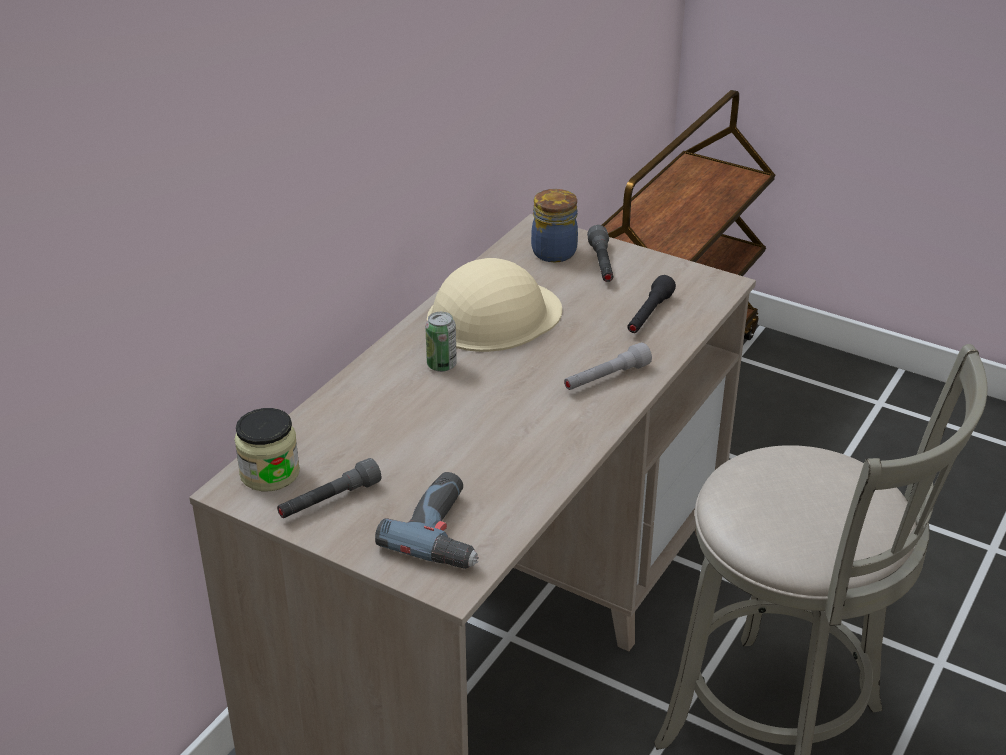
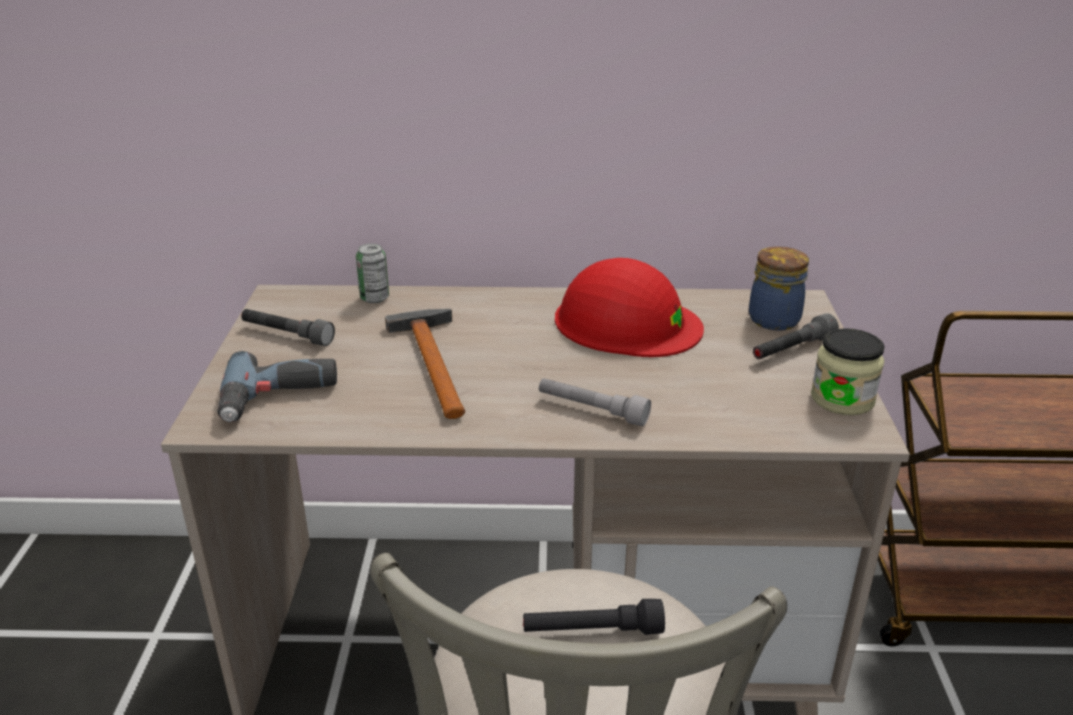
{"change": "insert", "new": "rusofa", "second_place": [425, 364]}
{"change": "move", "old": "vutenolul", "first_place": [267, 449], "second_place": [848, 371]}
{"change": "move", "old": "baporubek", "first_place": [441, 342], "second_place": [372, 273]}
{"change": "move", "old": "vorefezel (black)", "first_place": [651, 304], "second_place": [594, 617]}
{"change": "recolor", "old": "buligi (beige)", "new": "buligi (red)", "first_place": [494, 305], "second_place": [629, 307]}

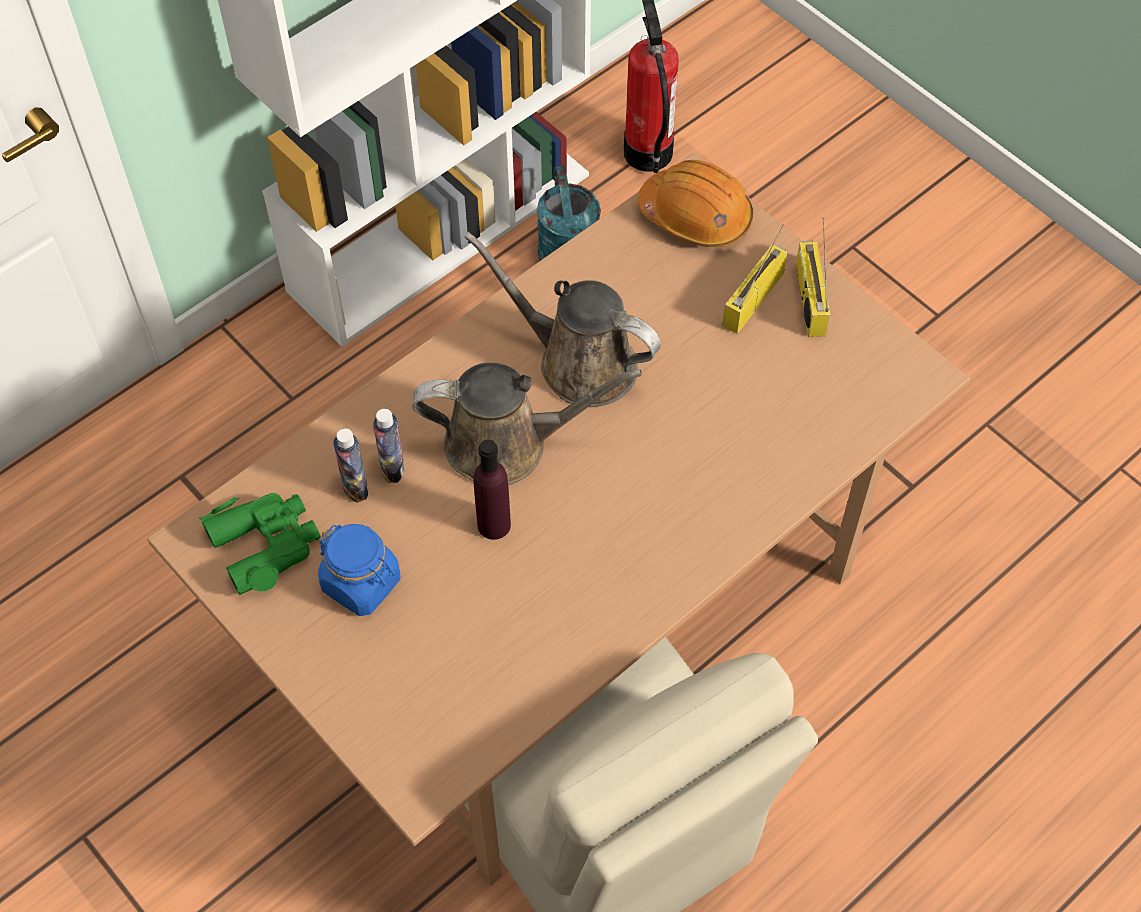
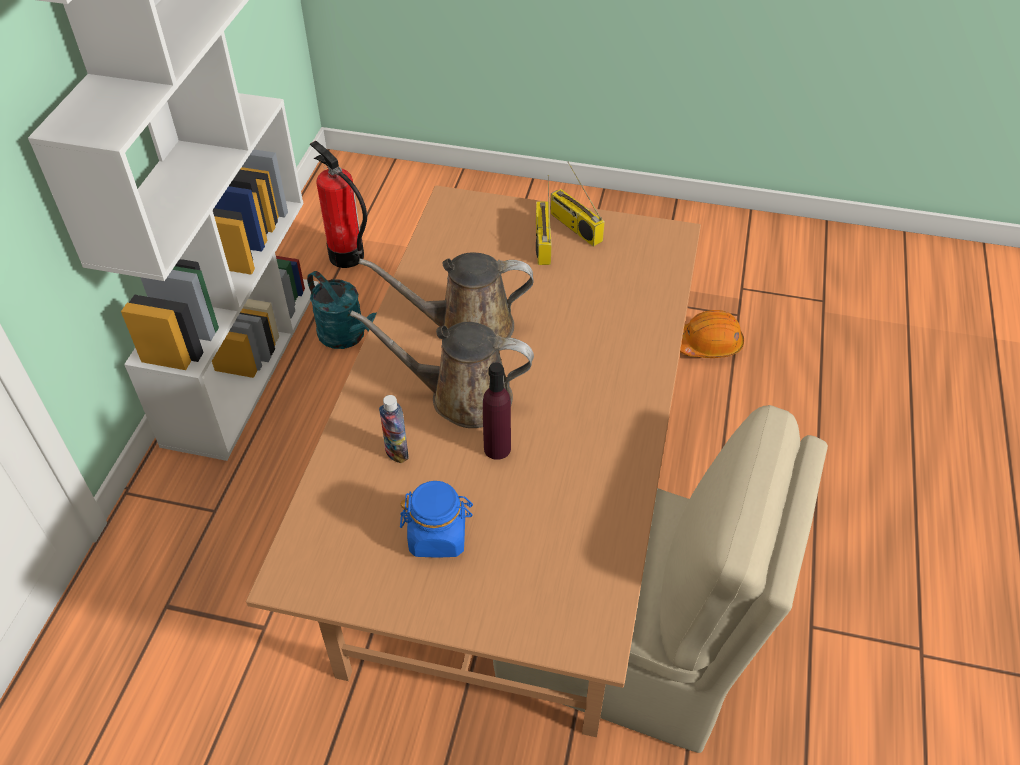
{"change": "delete", "old": "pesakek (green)", "first_place": [260, 544]}
{"change": "delete", "old": "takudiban", "first_place": [350, 465]}
{"change": "move", "old": "buligi (orange)", "first_place": [695, 203], "second_place": [712, 334]}
{"change": "rotate", "old": "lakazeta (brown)", "first_place": [527, 424], "second_place": [442, 369], "degrees": -135}

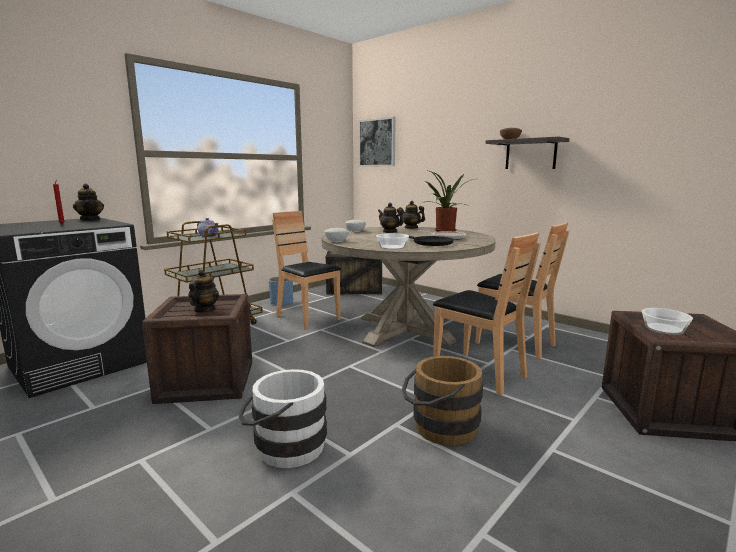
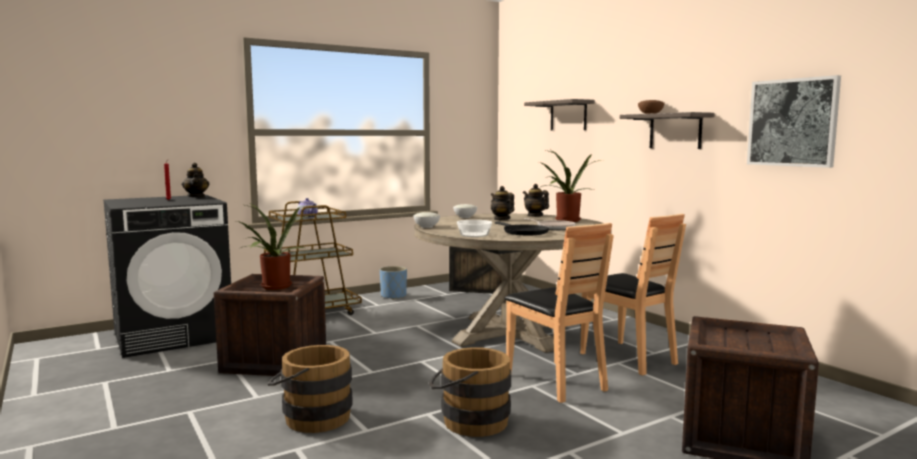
{"change": "delete", "old": "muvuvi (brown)", "first_place": [306, 270]}
{"change": "delete", "old": "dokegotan", "first_place": [667, 321]}
{"change": "insert", "new": "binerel", "second_place": [559, 115]}
{"change": "move", "old": "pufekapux", "first_place": [377, 142], "second_place": [794, 121]}
{"change": "replace", "old": "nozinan", "new": "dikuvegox", "first_place": [203, 291], "second_place": [275, 246]}
{"change": "recolor", "old": "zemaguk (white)", "new": "zemaguk (brown)", "first_place": [282, 418], "second_place": [310, 389]}

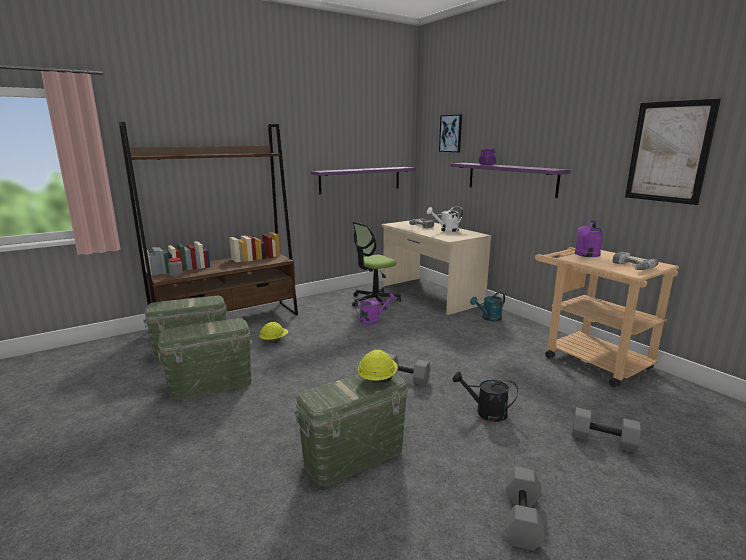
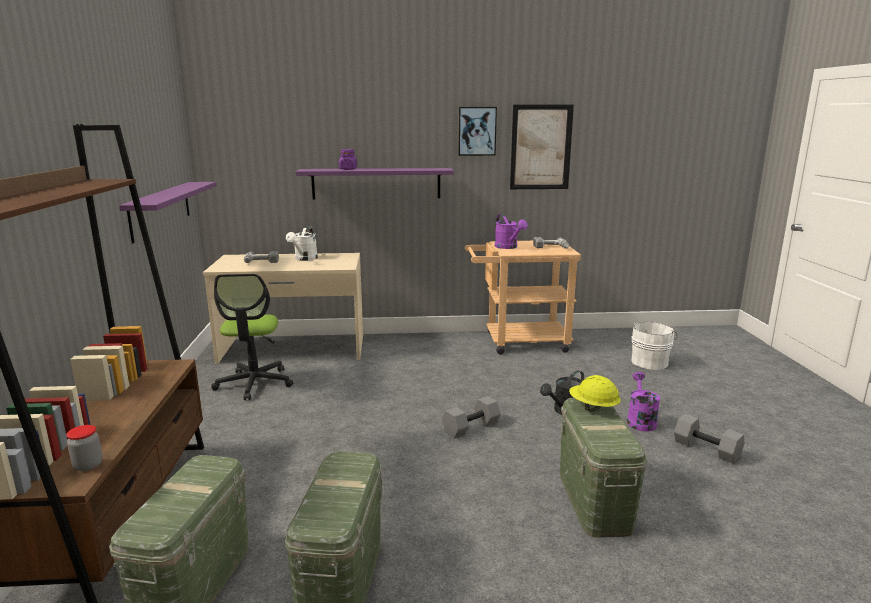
{"change": "delete", "old": "buligi (yellow)", "first_place": [273, 332]}
{"change": "delete", "old": "lakazeta (turquoise)", "first_place": [487, 306]}
{"change": "delete", "old": "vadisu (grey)", "first_place": [606, 430]}
{"change": "insert", "new": "zemaguk (white)", "second_place": [654, 346]}
{"change": "move", "old": "lakazeta (purple)", "first_place": [375, 309], "second_place": [643, 402]}
{"change": "move", "old": "pufekapux", "first_place": [450, 133], "second_place": [477, 131]}

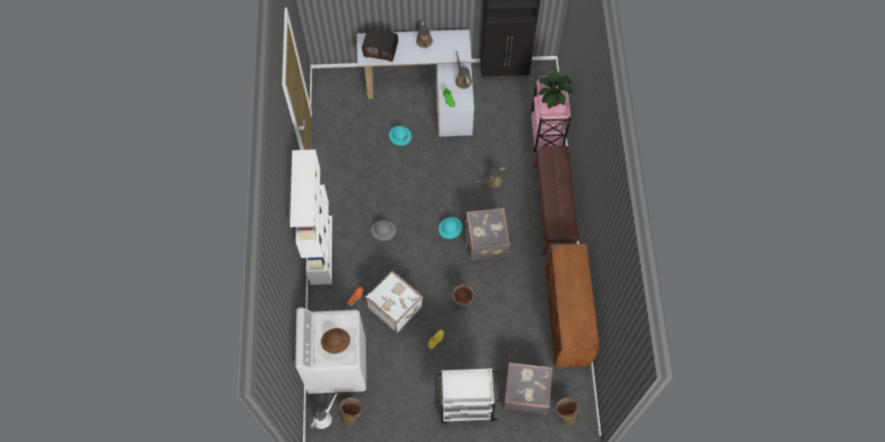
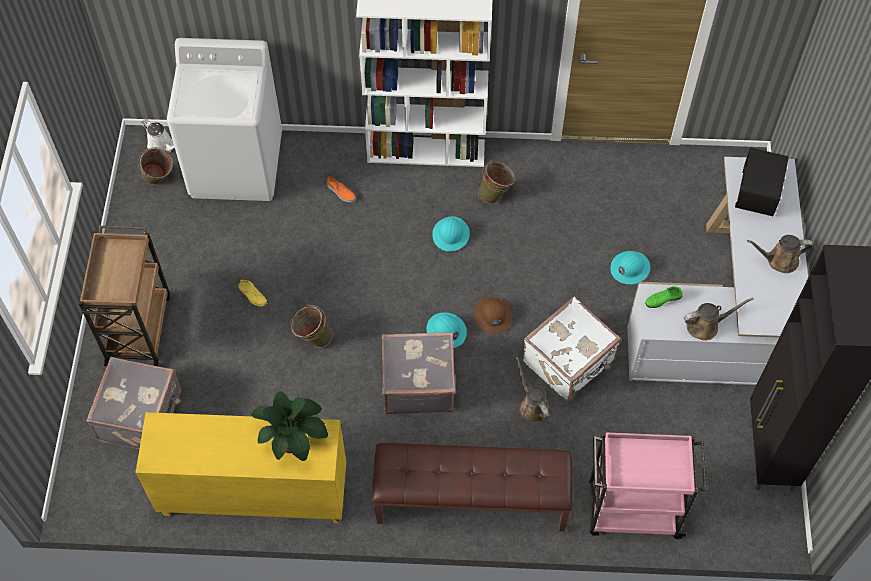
{"change": "move", "old": "buligi (brown)", "first_place": [335, 341], "second_place": [493, 315]}
{"change": "move", "old": "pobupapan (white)", "first_place": [394, 301], "second_place": [572, 349]}
{"change": "move", "old": "dikuvegox", "first_place": [556, 88], "second_place": [289, 426]}
{"change": "move", "old": "zemaguk (green)", "first_place": [568, 412], "second_place": [497, 182]}
{"change": "recolor", "old": "buligi (grey)", "new": "buligi (turquoise)", "first_place": [383, 230], "second_place": [451, 233]}
{"change": "recolor", "old": "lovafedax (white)", "new": "lovafedax (brown)", "first_place": [468, 395], "second_place": [124, 296]}
{"change": "recolor", "old": "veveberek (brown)", "new": "veveberek (yellow)", "first_place": [572, 306], "second_place": [240, 467]}

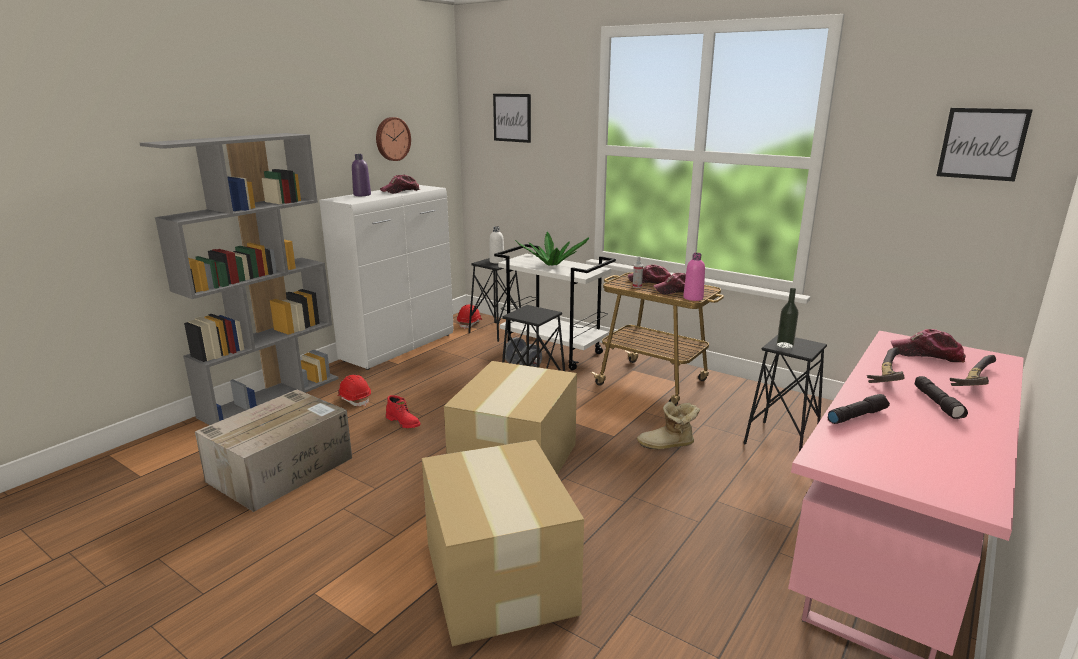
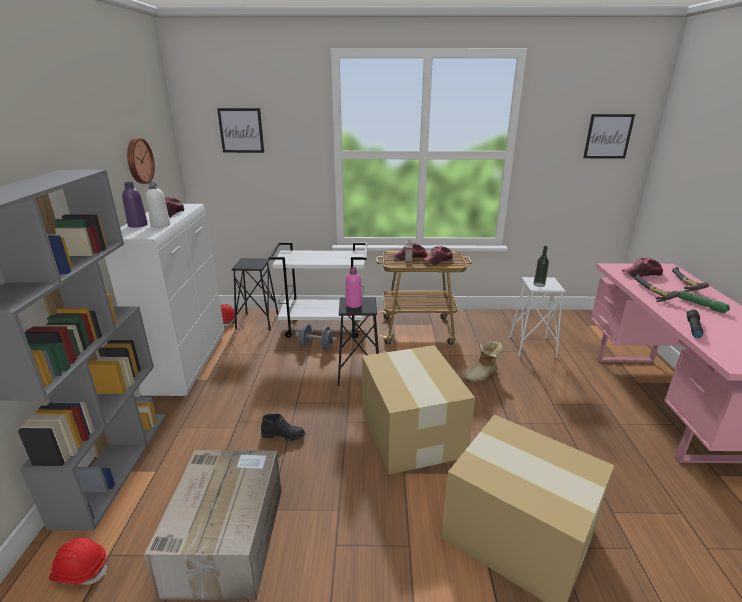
{"change": "delete", "old": "dikuvegox", "first_place": [552, 248]}
{"change": "move", "old": "buligi (red)", "first_place": [354, 390], "second_place": [78, 561]}
{"change": "move", "old": "takudiban (white)", "first_place": [497, 244], "second_place": [158, 205]}
{"change": "move", "old": "takudiban (pink)", "first_place": [694, 277], "second_place": [354, 287]}
{"change": "recolor", "old": "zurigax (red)", "new": "zurigax (black)", "first_place": [403, 411], "second_place": [283, 427]}
{"change": "recolor", "old": "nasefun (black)", "new": "nasefun (white)", "first_place": [785, 393], "second_place": [537, 317]}
{"change": "recolor", "old": "vorefezel (black)", "new": "vorefezel (green)", "first_place": [941, 397], "second_place": [704, 302]}

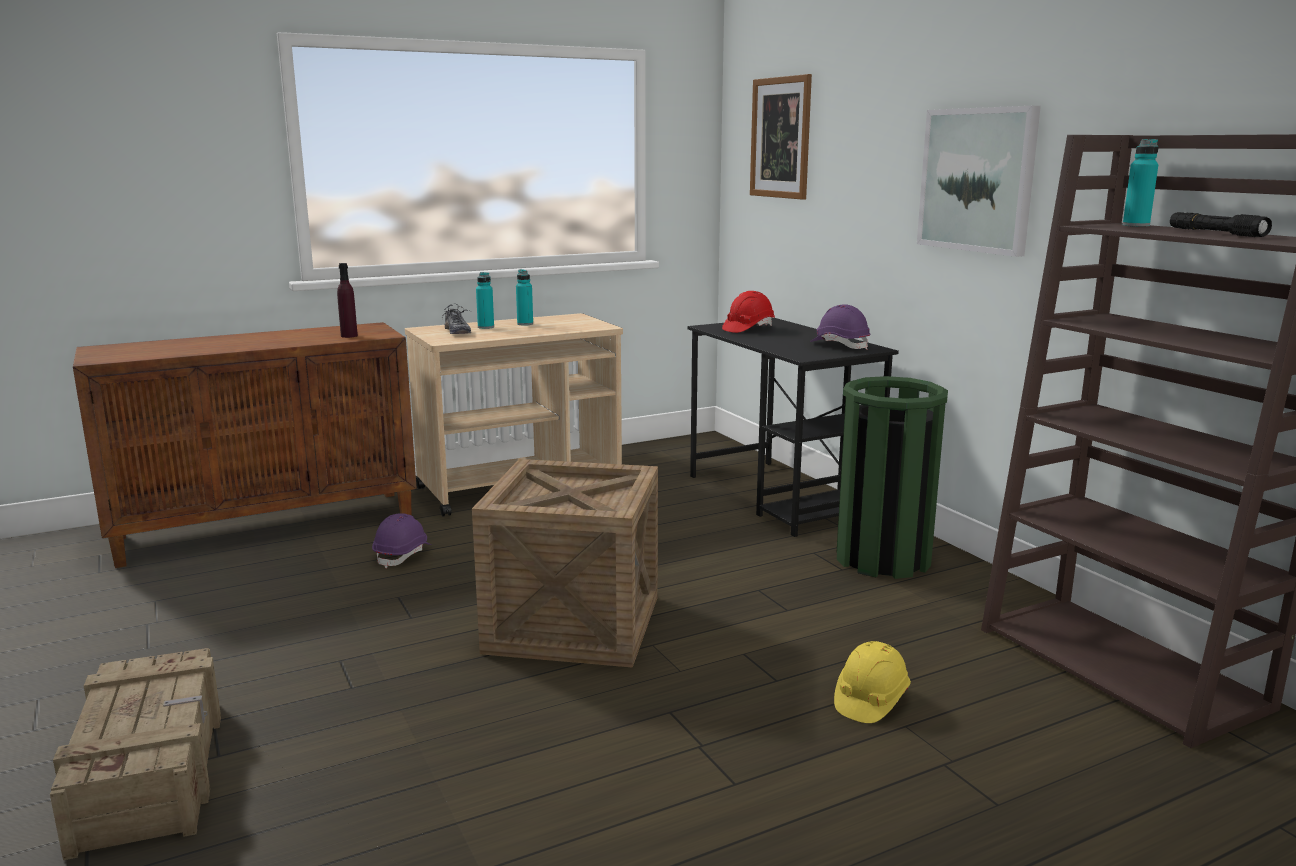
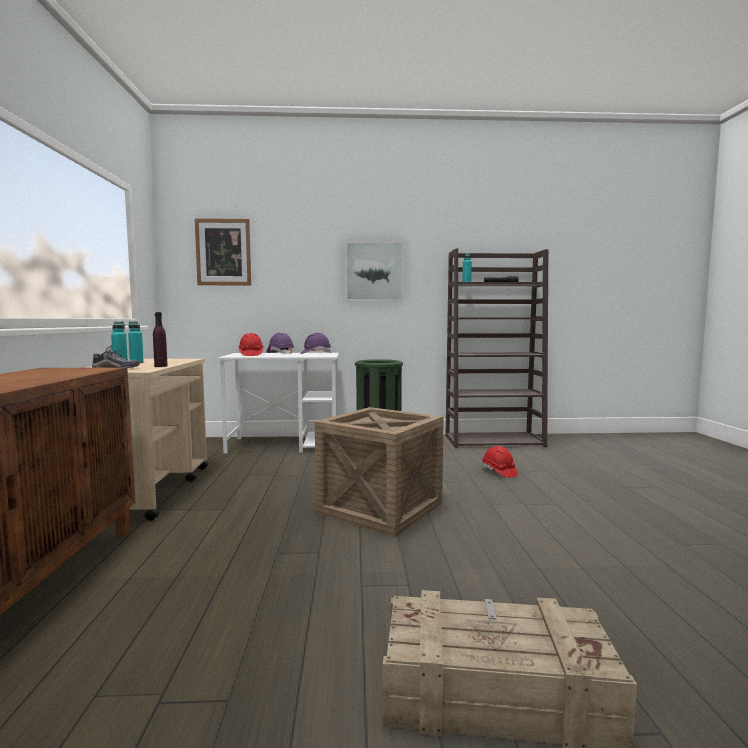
{"change": "move", "old": "takudiban (purple)", "first_place": [347, 300], "second_place": [160, 339]}
{"change": "move", "old": "buligi (purple)", "first_place": [402, 540], "second_place": [280, 344]}
{"change": "recolor", "old": "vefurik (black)", "new": "vefurik (white)", "first_place": [793, 427], "second_place": [278, 403]}
{"change": "recolor", "old": "buligi (yellow)", "new": "buligi (red)", "first_place": [872, 682], "second_place": [500, 462]}

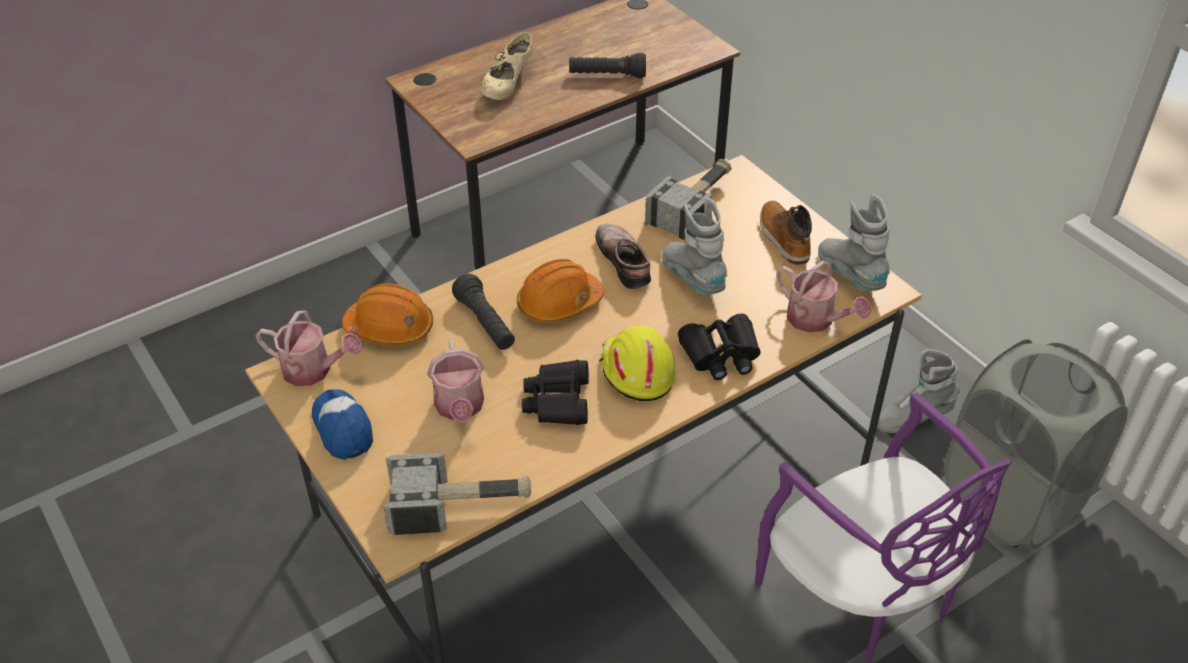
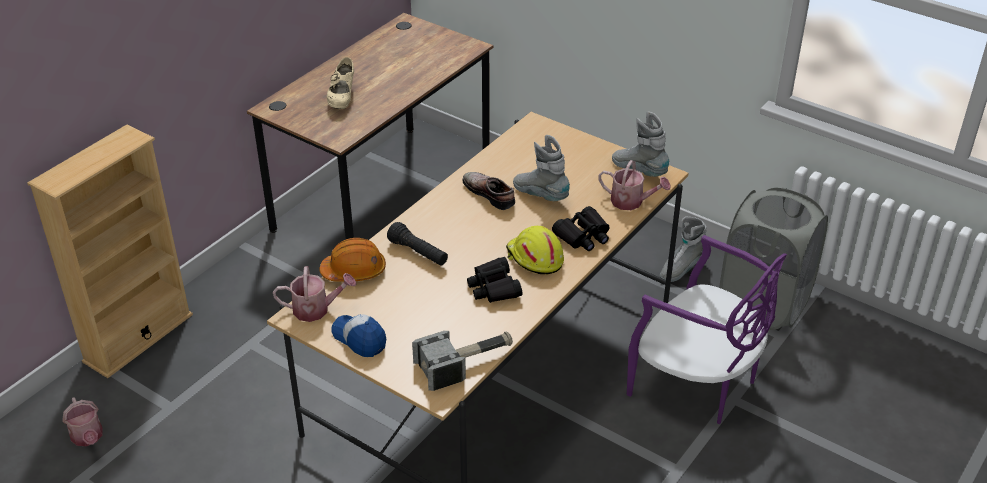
{"change": "delete", "old": "buligi (orange)", "first_place": [560, 290]}
{"change": "delete", "old": "vorefezel (black)", "first_place": [607, 65]}
{"change": "delete", "old": "rusofa", "first_place": [688, 201]}
{"change": "delete", "old": "zurigax", "first_place": [786, 233]}
{"change": "insert", "new": "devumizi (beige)", "second_place": [110, 251]}
{"change": "move", "old": "lakazeta", "first_place": [455, 382], "second_place": [82, 421]}

